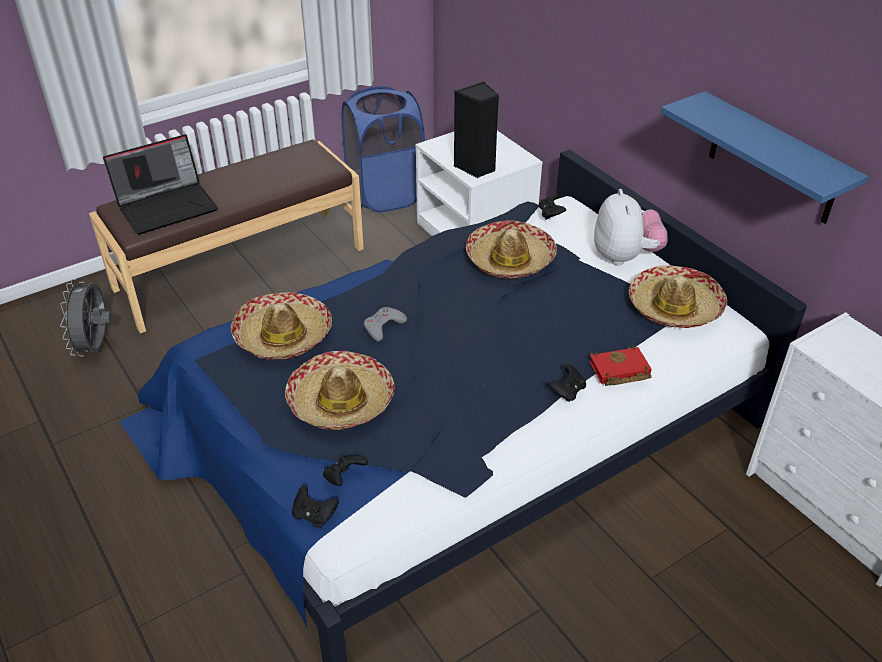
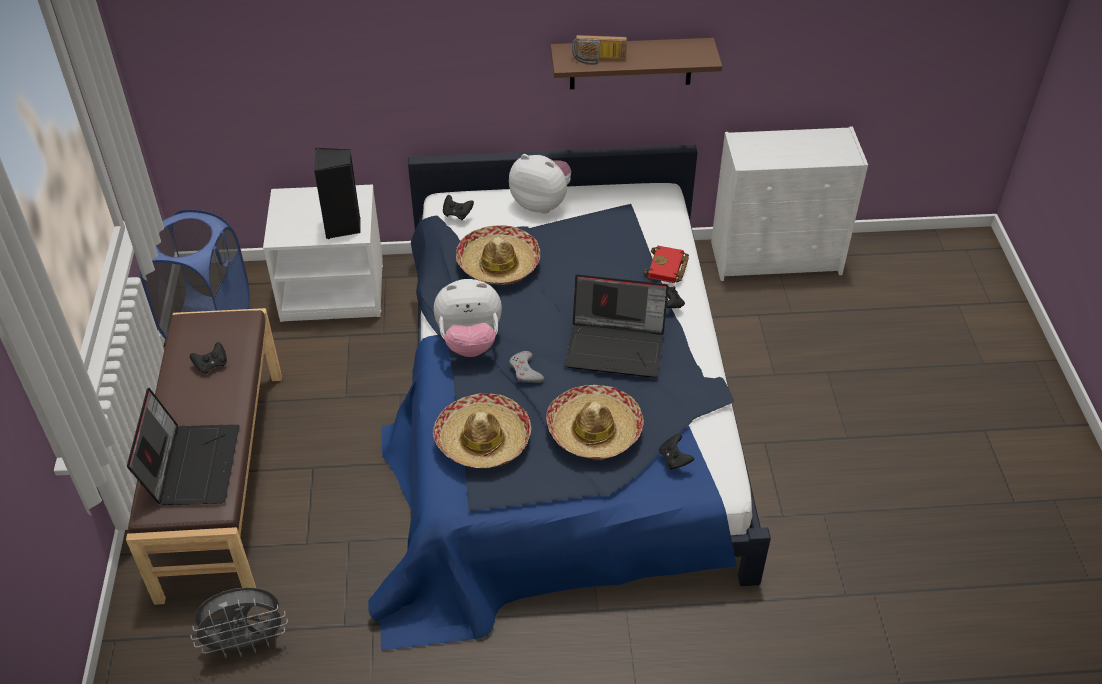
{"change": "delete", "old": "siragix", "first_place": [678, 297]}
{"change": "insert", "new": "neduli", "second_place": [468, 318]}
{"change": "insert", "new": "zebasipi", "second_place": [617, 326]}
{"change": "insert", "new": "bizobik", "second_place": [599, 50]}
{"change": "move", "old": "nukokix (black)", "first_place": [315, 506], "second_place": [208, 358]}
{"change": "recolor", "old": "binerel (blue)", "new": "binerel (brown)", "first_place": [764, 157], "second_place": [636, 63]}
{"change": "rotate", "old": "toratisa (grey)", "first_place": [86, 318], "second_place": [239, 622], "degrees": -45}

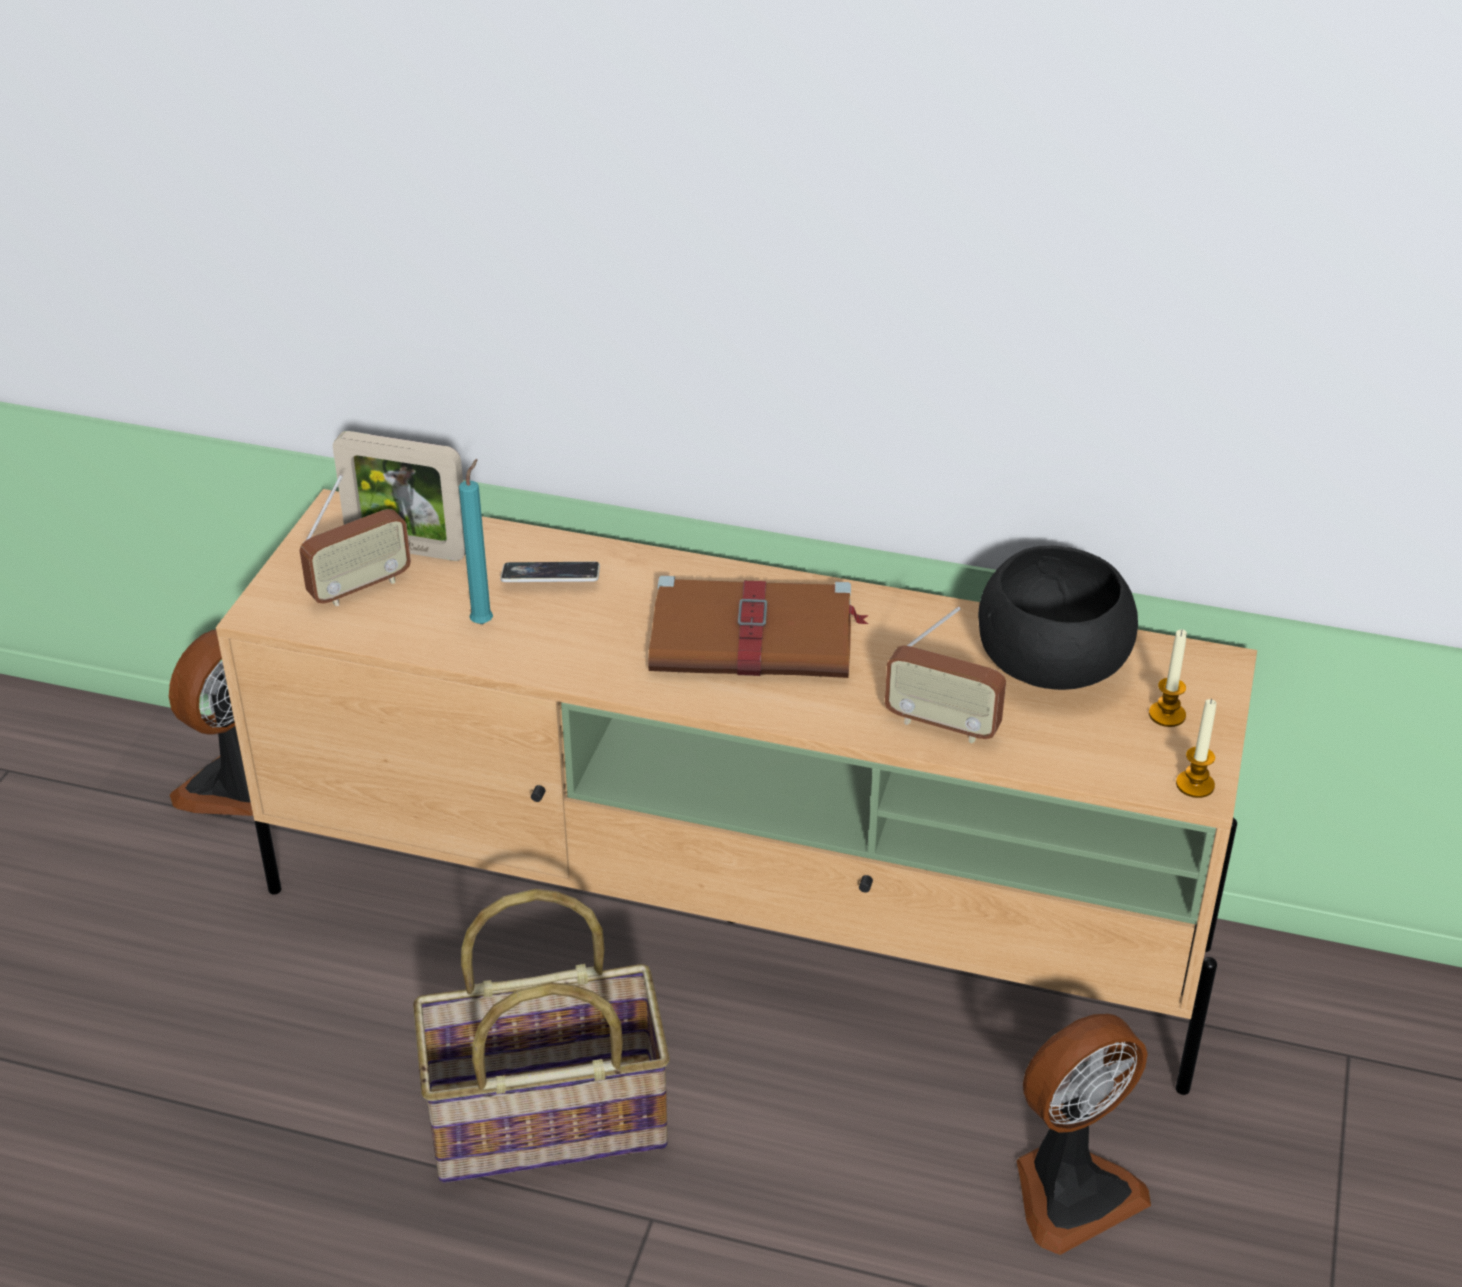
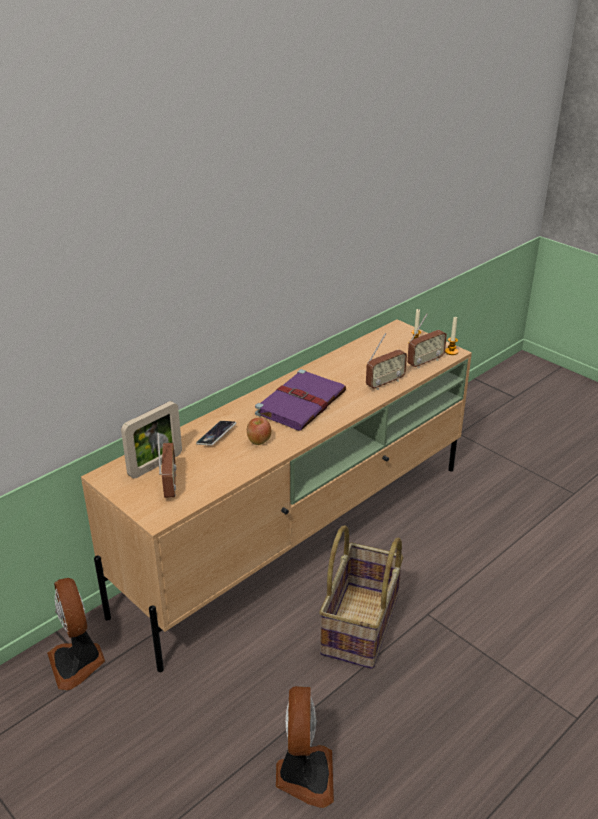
{"change": "delete", "old": "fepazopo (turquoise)", "first_place": [476, 541]}
{"change": "delete", "old": "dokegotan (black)", "first_place": [1058, 618]}
{"change": "insert", "new": "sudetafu", "second_place": [259, 431]}
{"change": "insert", "new": "bizobik", "second_place": [427, 341]}
{"change": "move", "old": "toratisa", "first_place": [1083, 1134], "second_place": [305, 747]}
{"change": "recolor", "old": "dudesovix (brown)", "new": "dudesovix (purple)", "first_place": [758, 627], "second_place": [300, 400]}

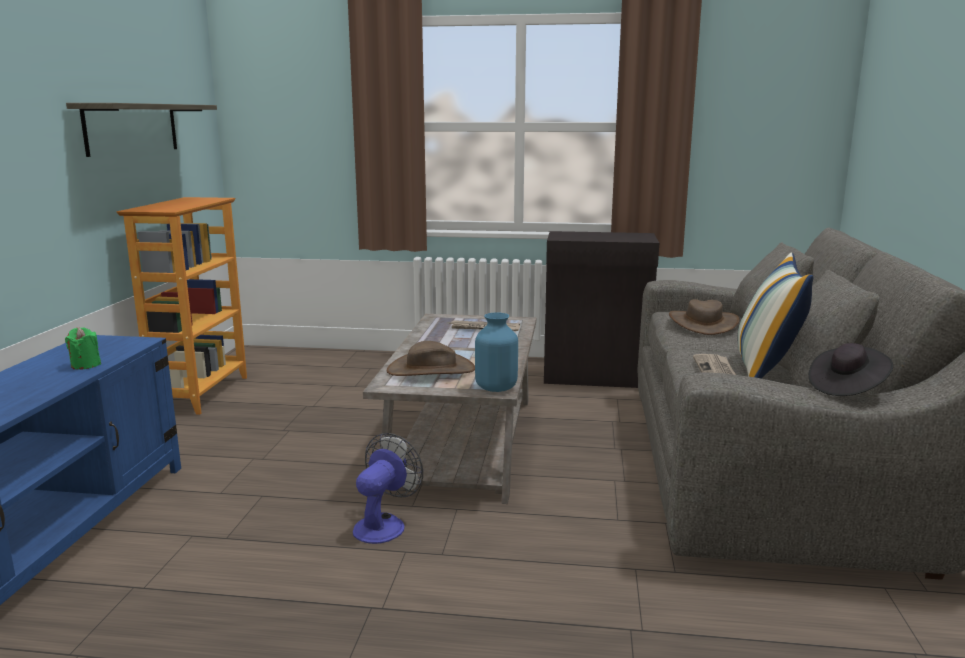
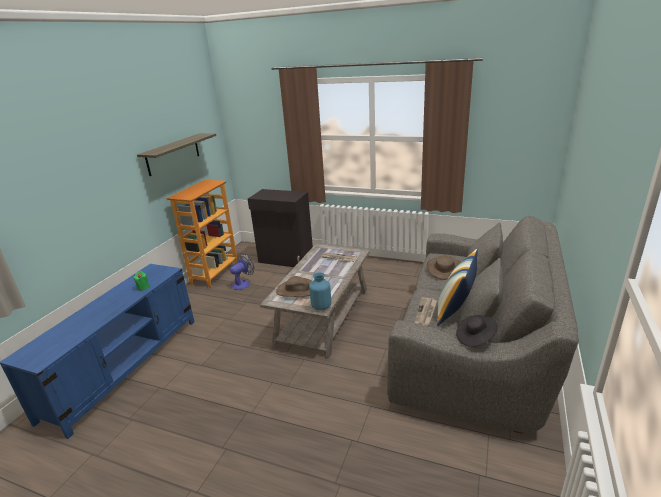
{"change": "move", "old": "toratisa", "first_place": [388, 488], "second_place": [242, 271]}
{"change": "move", "old": "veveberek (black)", "first_place": [601, 309], "second_place": [280, 228]}

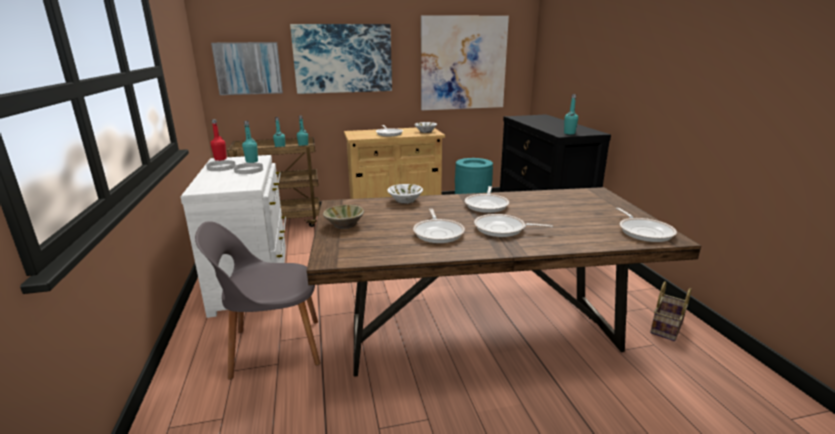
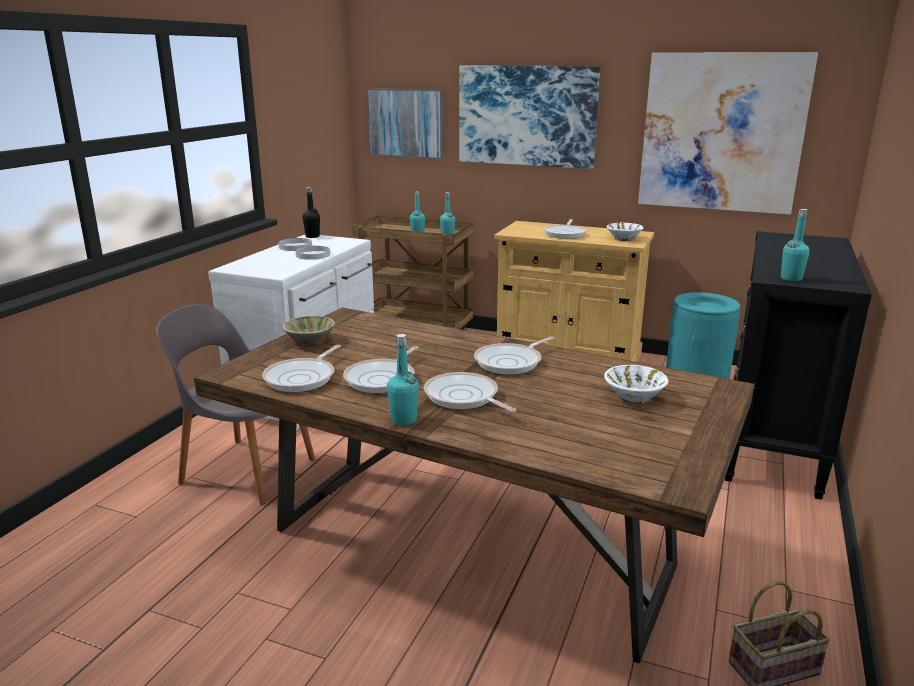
{"change": "move", "old": "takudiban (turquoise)", "first_place": [250, 142], "second_place": [403, 379]}
{"change": "move", "old": "dokegotan (white)", "first_place": [405, 194], "second_place": [636, 384]}
{"change": "move", "old": "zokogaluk", "first_place": [646, 225], "second_place": [301, 368]}
{"change": "recolor", "old": "takudiban (red)", "new": "takudiban (black)", "first_place": [218, 140], "second_place": [311, 212]}

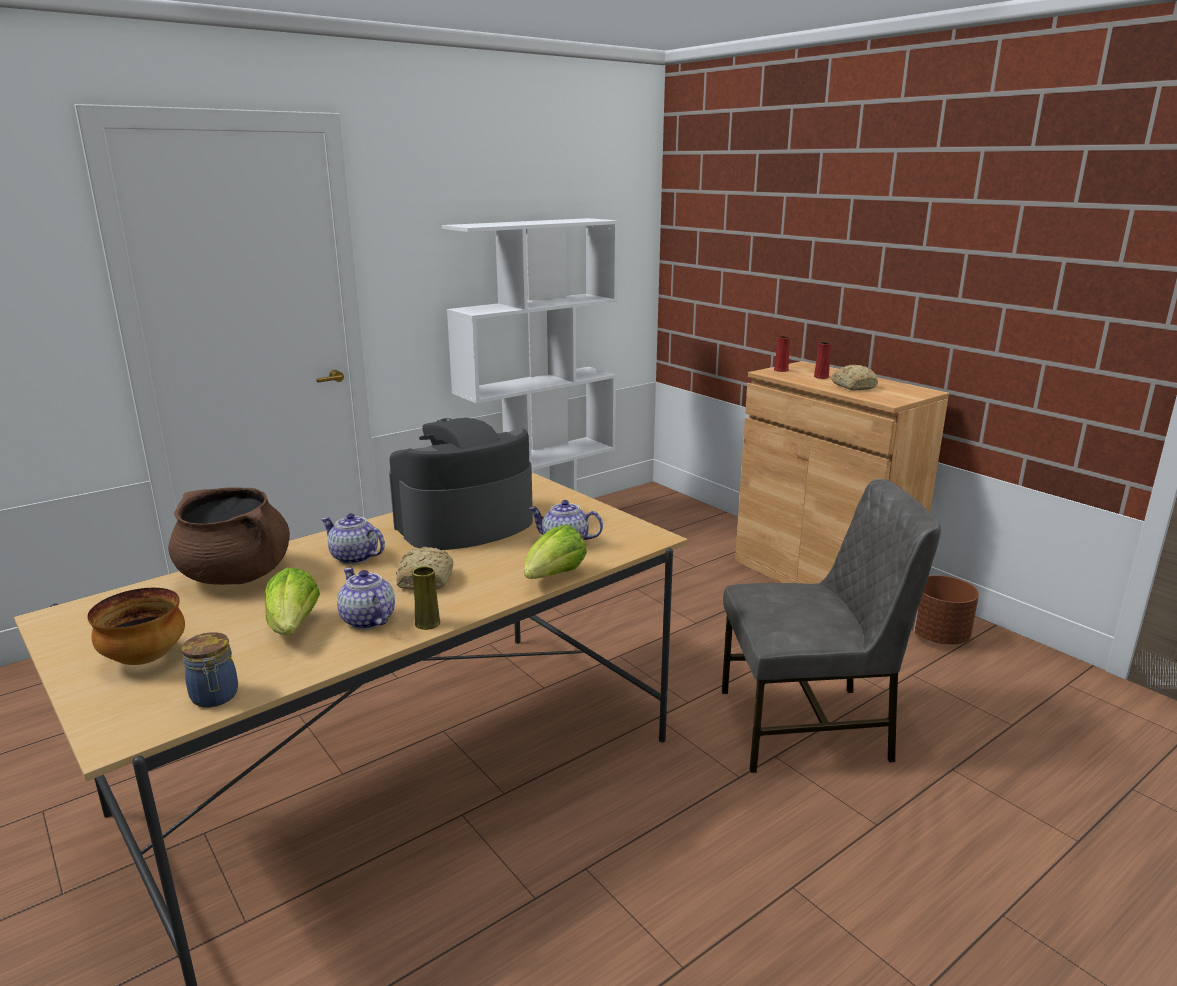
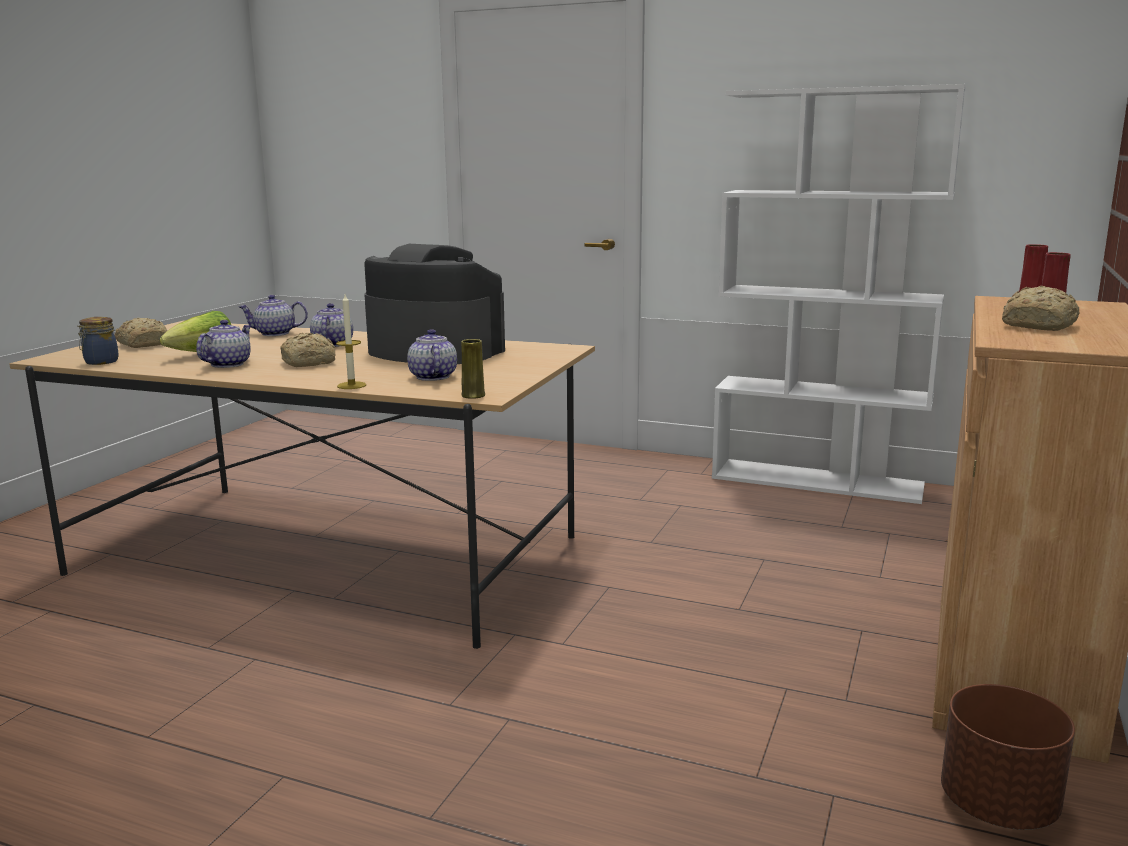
{"change": "delete", "old": "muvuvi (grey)", "first_place": [831, 626]}
{"change": "move", "old": "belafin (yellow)", "first_place": [426, 598], "second_place": [473, 369]}
{"change": "replace", "old": "dokegotan", "new": "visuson", "first_place": [136, 626], "second_place": [141, 333]}
{"change": "replace", "old": "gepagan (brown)", "new": "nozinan", "first_place": [229, 536], "second_place": [273, 315]}
{"change": "replace", "old": "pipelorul", "new": "fepazopo", "first_place": [555, 552], "second_place": [351, 341]}

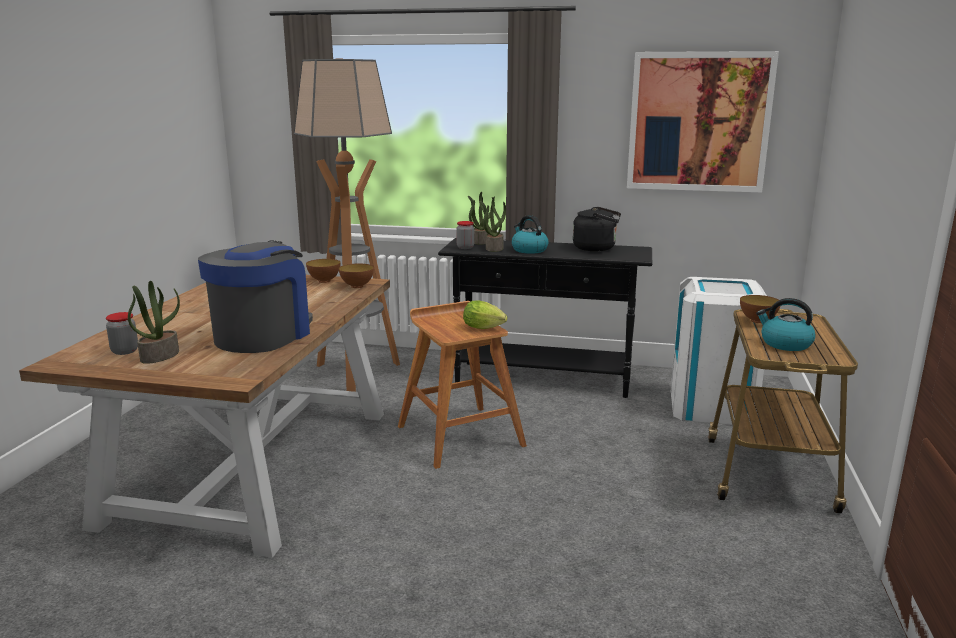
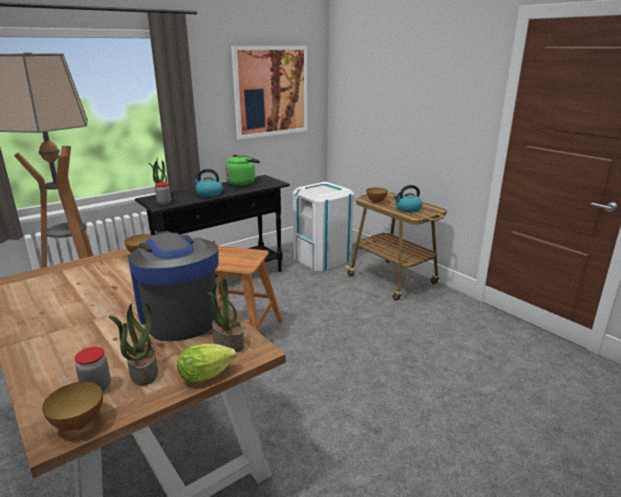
{"change": "move", "old": "dokegotan", "first_place": [323, 271], "second_place": [72, 406]}
{"change": "move", "old": "pipelorul", "first_place": [485, 314], "second_place": [206, 363]}
{"change": "move", "old": "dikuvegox", "first_place": [493, 224], "second_place": [226, 315]}
{"change": "recolor", "old": "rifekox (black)", "new": "rifekox (green)", "first_place": [597, 229], "second_place": [242, 170]}

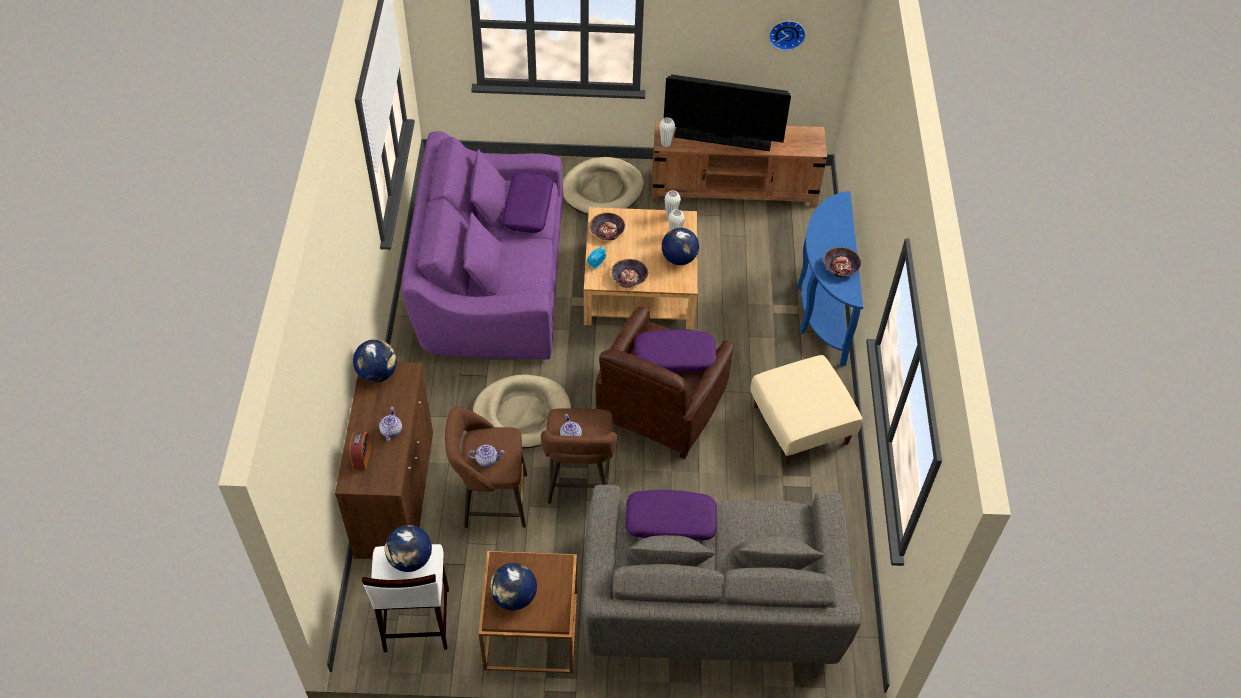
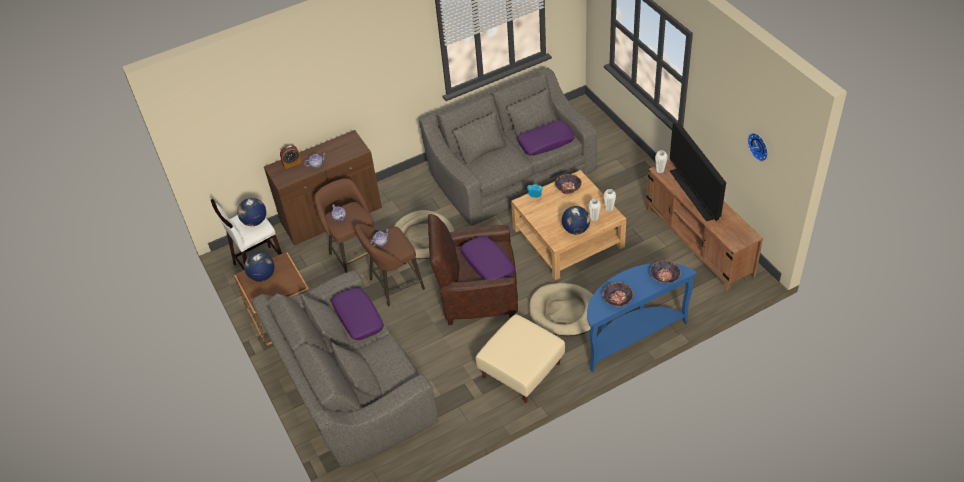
{"change": "delete", "old": "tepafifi", "first_place": [375, 361]}
{"change": "move", "old": "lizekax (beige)", "first_place": [603, 186], "second_place": [561, 309]}
{"change": "move", "old": "dokegotan", "first_place": [629, 273], "second_place": [665, 271]}
{"change": "recolor", "old": "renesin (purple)", "new": "renesin (grey)", "first_place": [482, 245], "second_place": [508, 147]}

